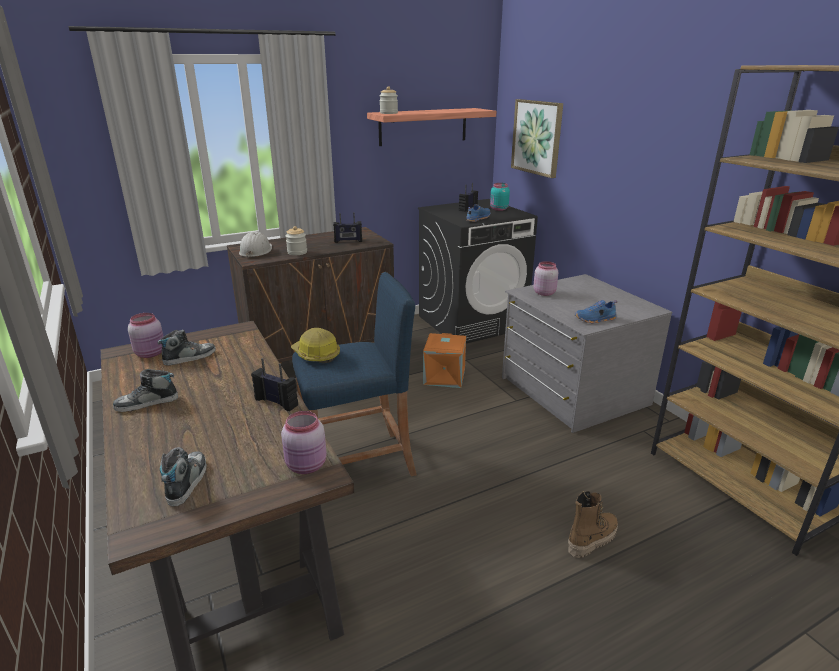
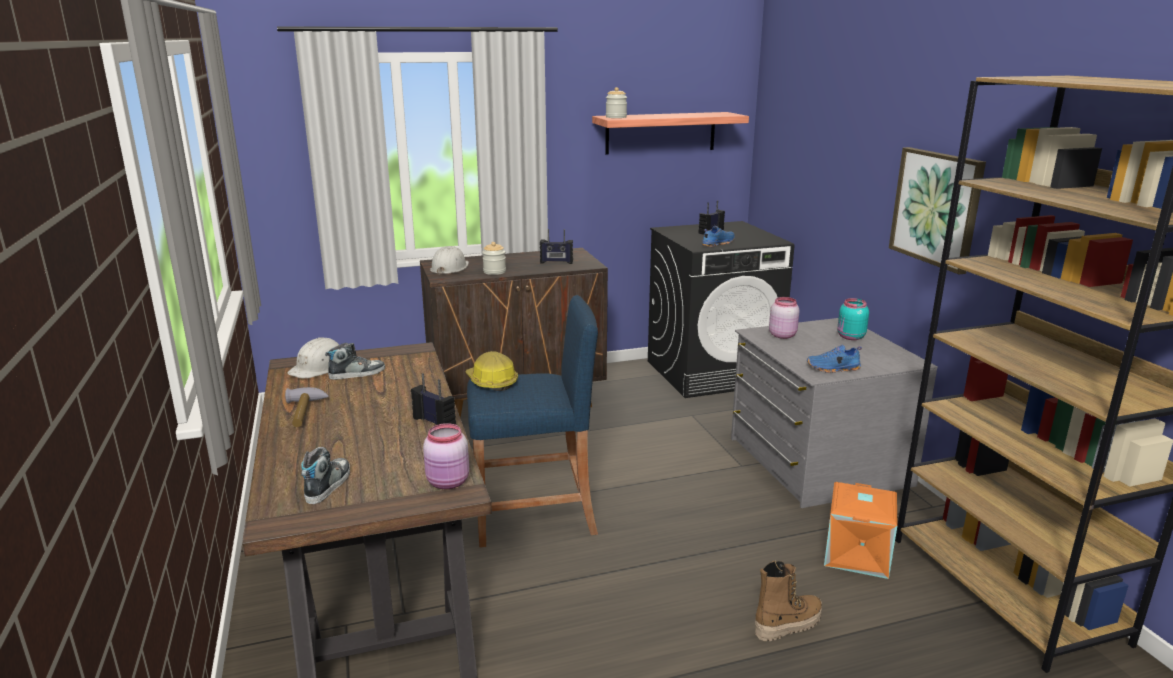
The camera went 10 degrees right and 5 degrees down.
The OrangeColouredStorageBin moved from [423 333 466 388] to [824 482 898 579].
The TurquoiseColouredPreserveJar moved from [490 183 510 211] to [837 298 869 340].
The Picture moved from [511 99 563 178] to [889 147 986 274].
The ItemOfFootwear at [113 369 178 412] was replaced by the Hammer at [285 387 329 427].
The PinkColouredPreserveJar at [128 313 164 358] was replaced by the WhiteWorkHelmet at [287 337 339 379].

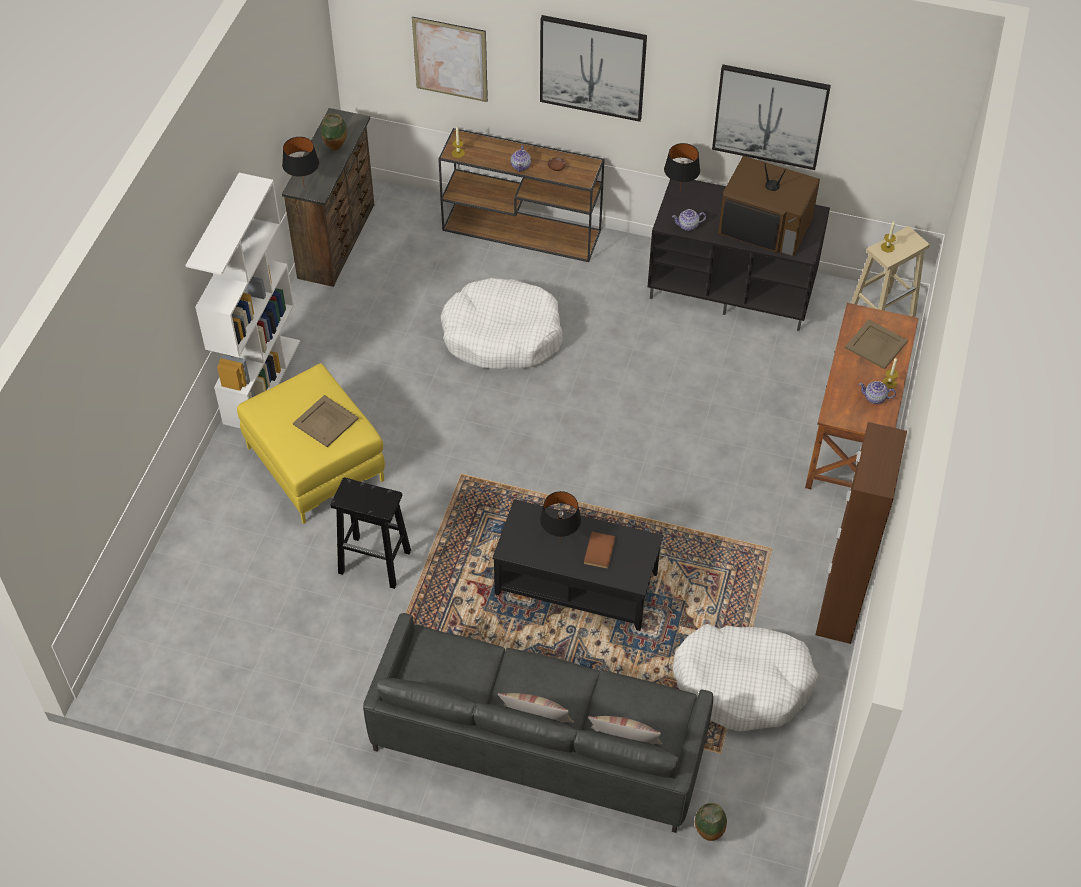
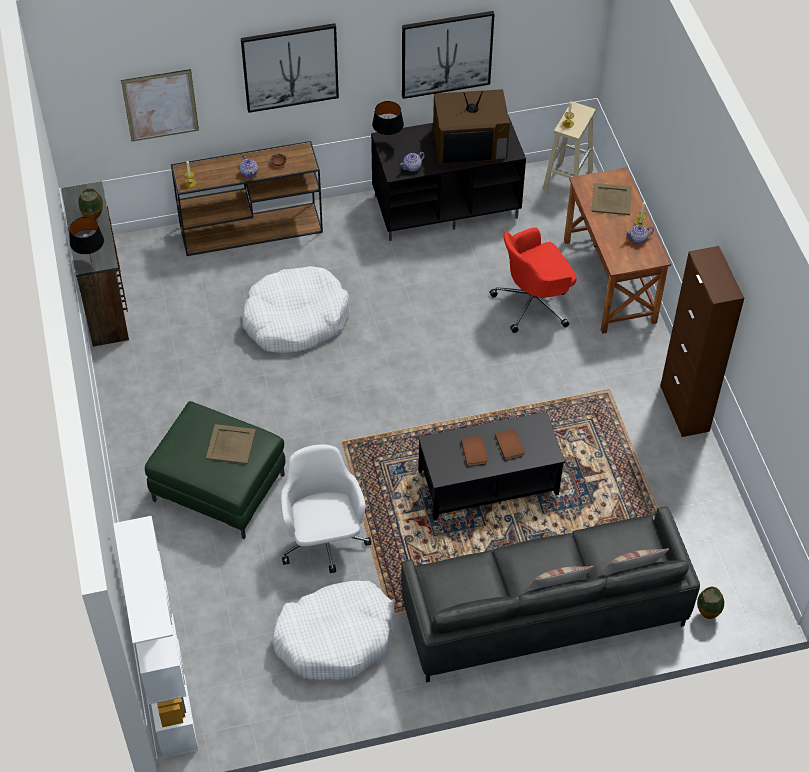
The camera went 30 degrees left and 0 degrees up.
The ReddishComputerChair at [489 228 577 333] appeared.
The WhiteShelvingUnit moved from [185 173 300 428] to [113 516 198 759].
The WhitePetBed moved from [673 624 818 731] to [272 581 395 680].
The BlackColouredStool at [331 477 411 589] was replaced by the WhiteComputerChair at [281 445 371 573].
The BlackColouredTabletopLamp at [540 491 581 537] was replaced by the BrownColouredBoundBook at [461 436 488 466].
The YellowColouredOttoman at [237 363 385 524] became the GreenColouredOttoman at [145 401 286 539].

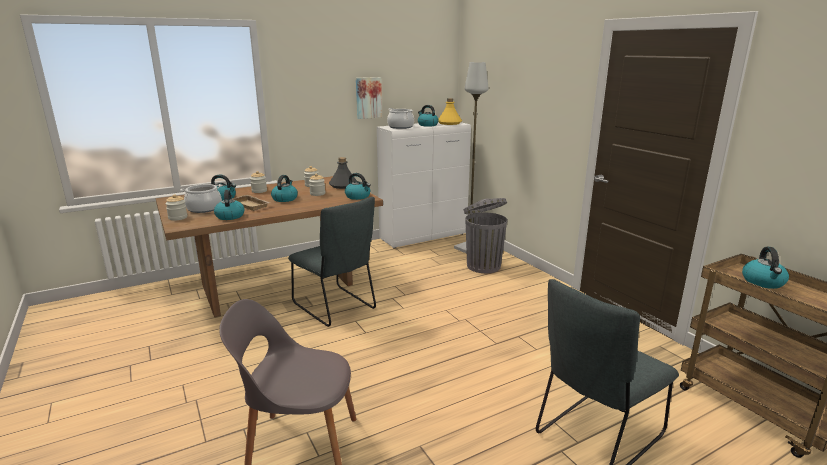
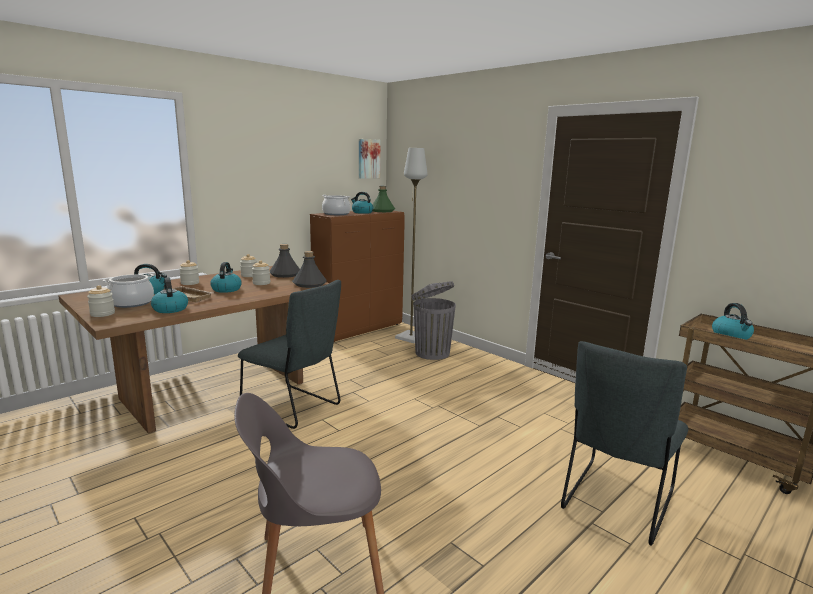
The camera went 15 degrees left and 5 degrees down.
The Picture moved from [356 77 382 119] to [359 139 380 179].
The Kettle at [345 173 371 200] was replaced by the GreyishBottle at [292 251 327 288].
The WhiteCupboard at [377 122 471 248] became the BrownColouredCupboard at [310 211 405 342].
The YellowColouredBottle at [438 98 462 125] became the GreenColouredBottle at [372 186 395 212].

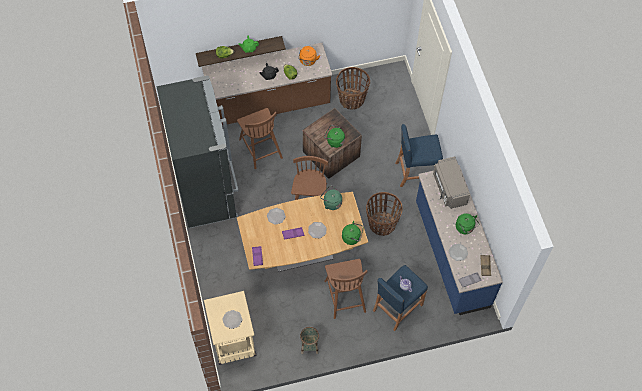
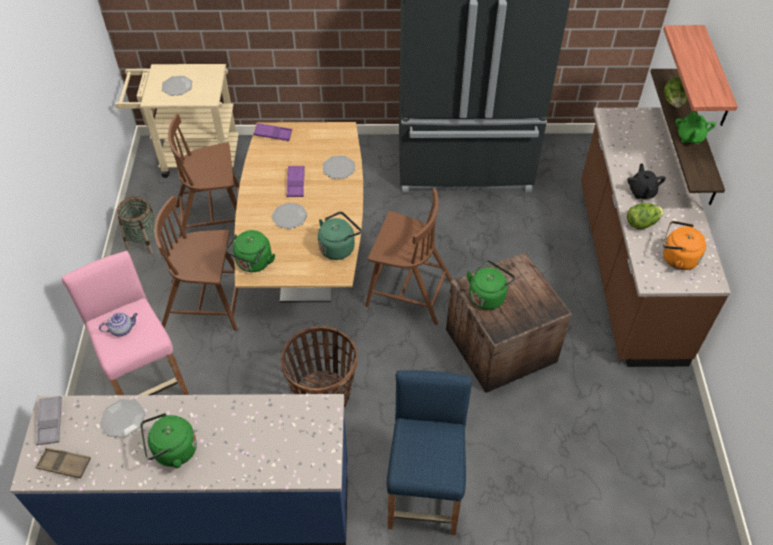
The camera went 105 degrees right and 10 degrees down.
The HouseholdBasket at [336 67 370 110] disappeared.
The GreyishMicrowaveOven at [433 156 470 209] disappeared.
The WallShelf at [663 25 738 126] appeared.
The BrownColouredPlainChair moved from [237 108 283 169] to [168 114 240 238].
The BlueStool at [373 265 428 331] became the PinkColouredStool at [61 251 189 395].

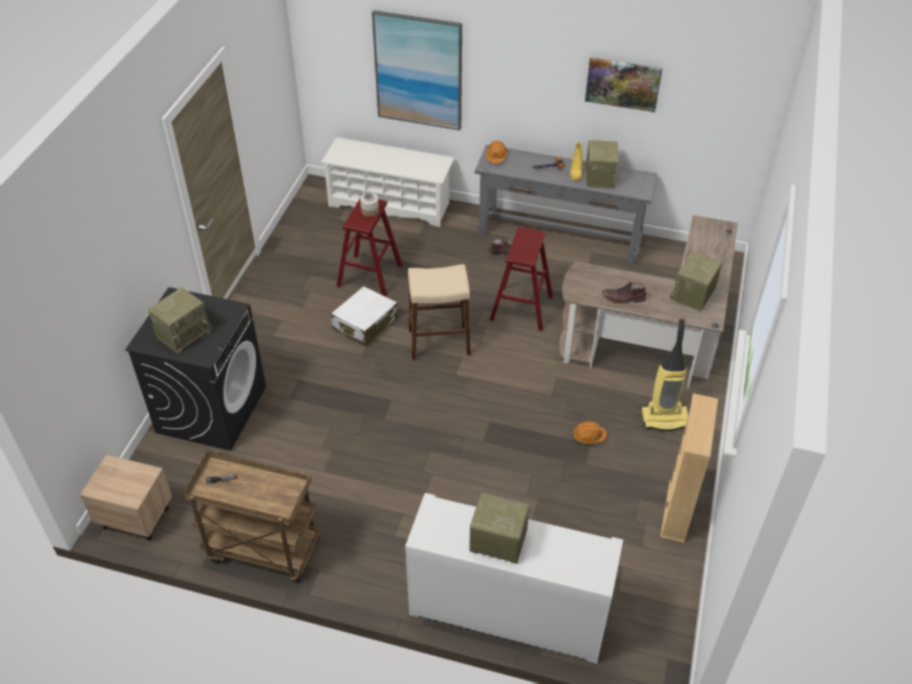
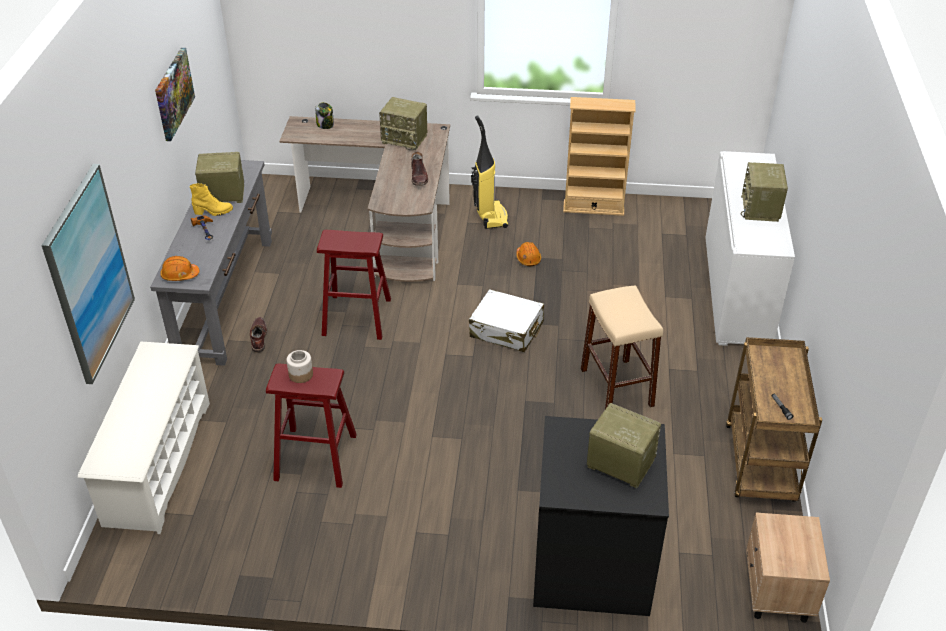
The camera went 100 degrees left and 5 degrees down.
The PreserveJar at [315 102 334 129] appeared.
The WhitePieceOfLuggage moved from [331 286 398 346] to [469 289 544 352].
The BeigeStool moved from [408 264 471 360] to [581 285 663 409].

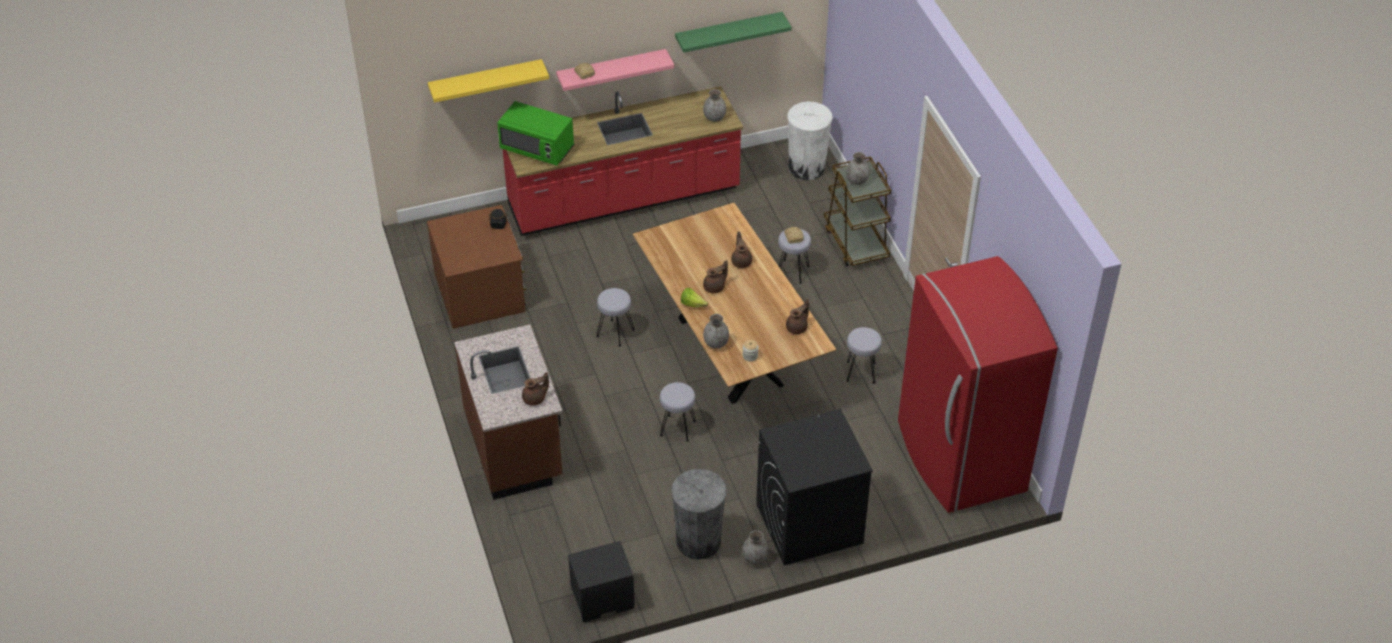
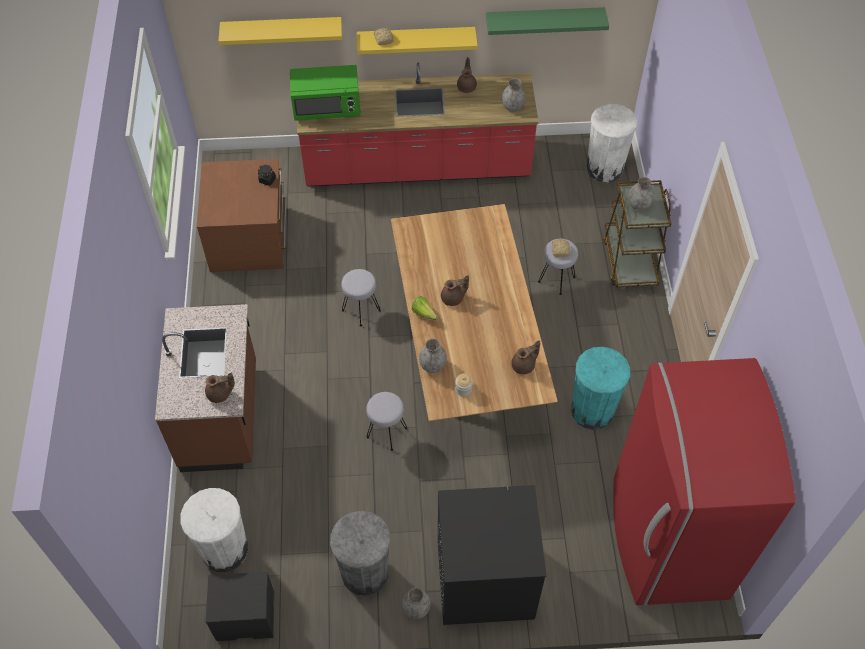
The camera went 15 degrees right and 10 degrees up.
The WhiteRubbishBin at [180 488 248 572] appeared.
The BrownColouredTeaPot moved from [731 231 752 268] to [457 57 477 93].
The GreyishStool at [846 327 882 384] was replaced by the TurquoiseColouredRubbishBin at [571 347 630 430].
The PinkColouredWallShelf at [556 49 674 91] became the YellowColouredWallShelf at [357 27 478 54].
The GreenColouredMicrowaveOven at [497 101 574 166] turned 45 degrees counterclockwise.

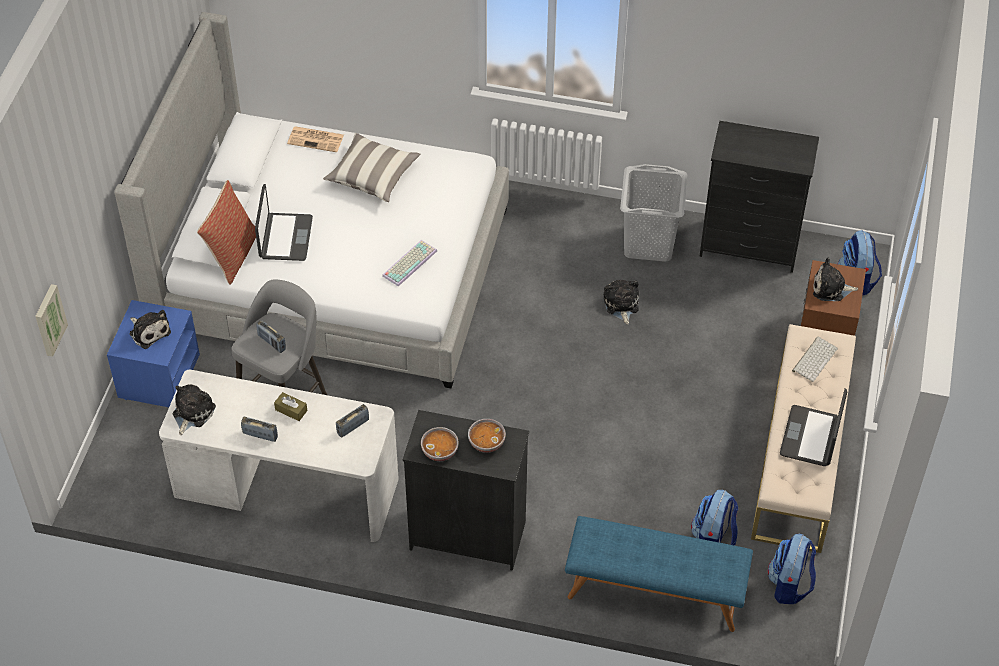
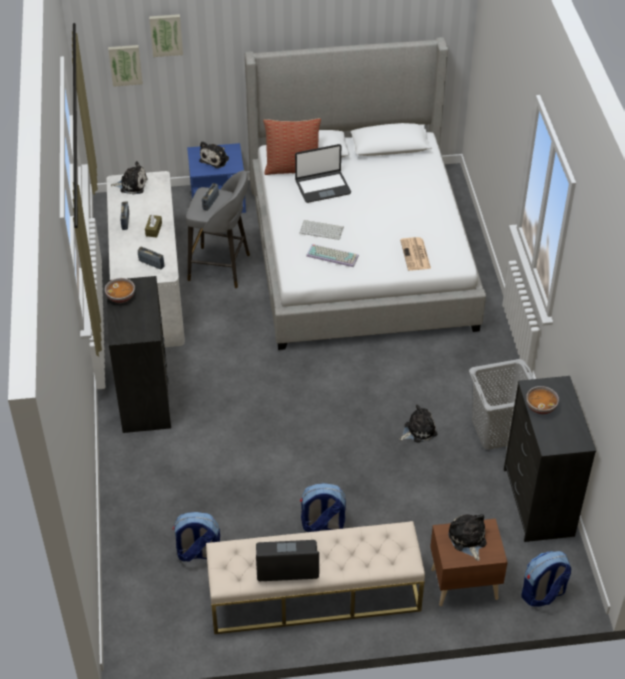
The camera went 70 degrees right and 5 degrees down.
The Cushion at [323 133 420 202] disappeared.
The BlueBench at [565 516 753 632] disappeared.
The Picture at [149 14 183 57] appeared.
The PrintedPaper moved from [287 126 344 152] to [400 237 431 270].
The DeepDish moved from [468 419 506 453] to [526 386 559 414].
The Backpack moved from [768 533 816 604] to [300 483 346 532].
The Keyboard moved from [792 337 838 382] to [300 220 344 240].

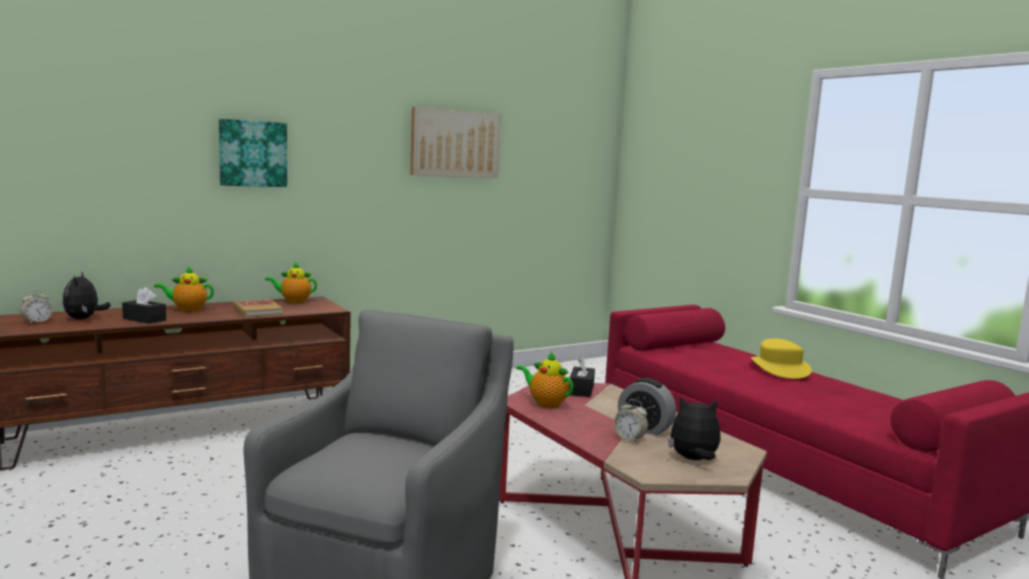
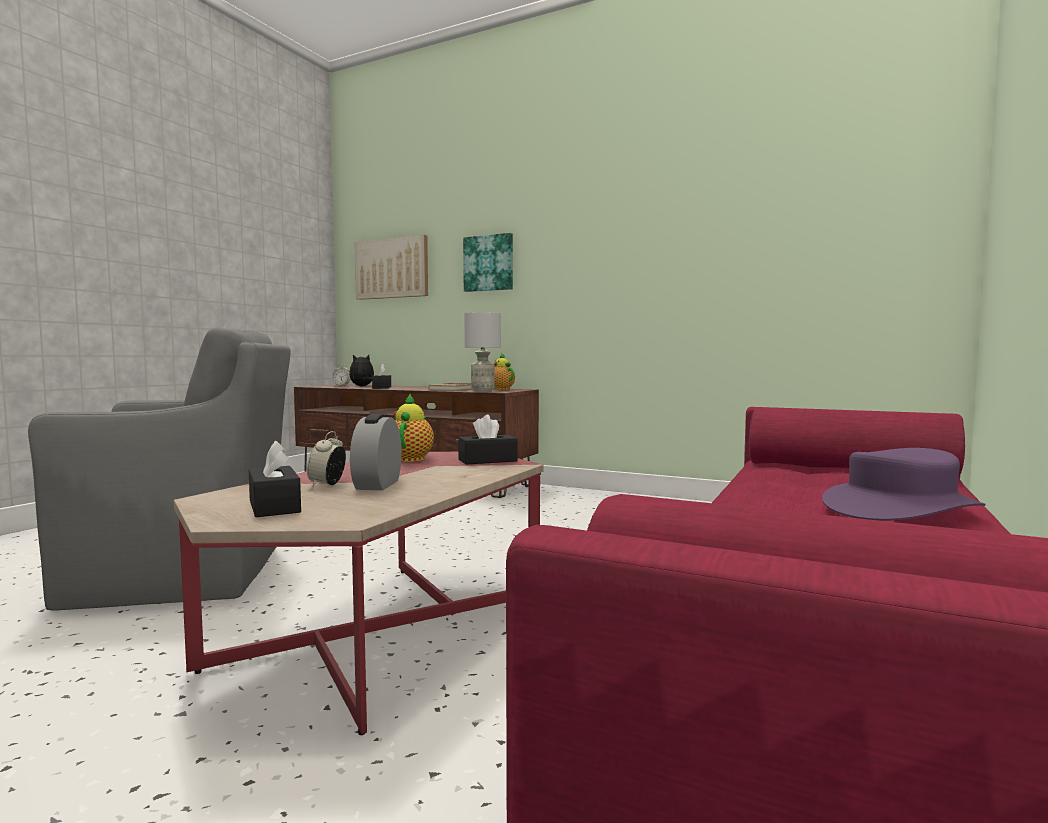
The camera went 60 degrees right and 5 degrees down.
The TeaPot at [154 266 214 312] disappeared.
The GreyishTabletopLamp at [464 312 501 392] appeared.
The Picture moved from [410 107 501 178] to [355 235 428 300].
The SoftToy at [668 397 721 460] was replaced by the BlackColouredBoxOfTissues at [249 440 301 517].
The YellowColouredHat at [751 338 812 379] became the PurpleColouredHat at [822 448 986 521].

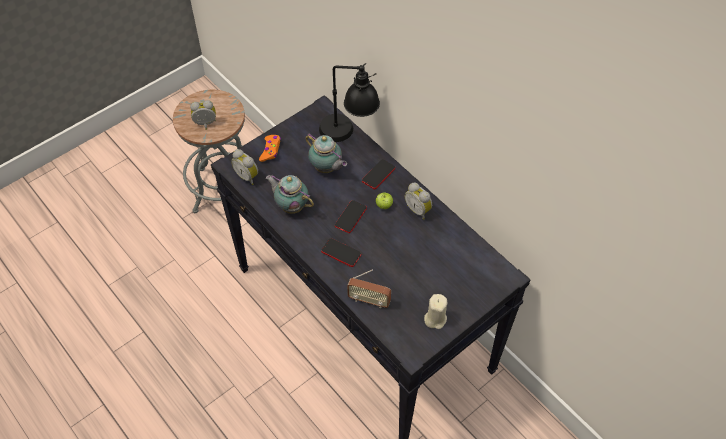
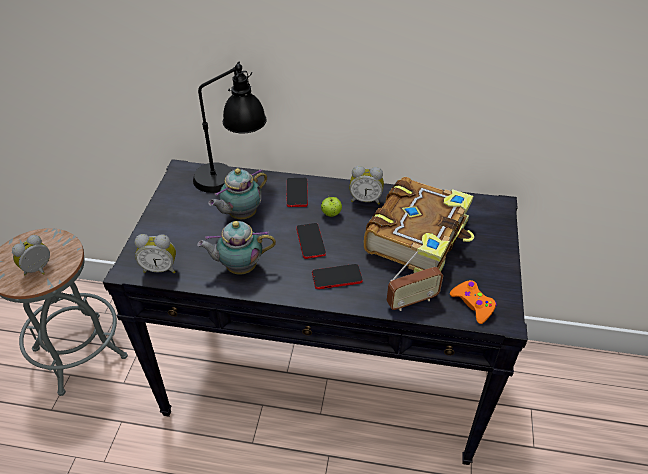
The camera went 40 degrees left and 10 degrees down.
The BeigeWaxCandle at [424 294 447 329] disappeared.
The BoundBook at [364 177 474 273] appeared.
The OrangeColouredGameController moved from [259 135 281 162] to [450 280 497 324].
The TeaPot at [305 133 347 173] turned 135 degrees clockwise.

